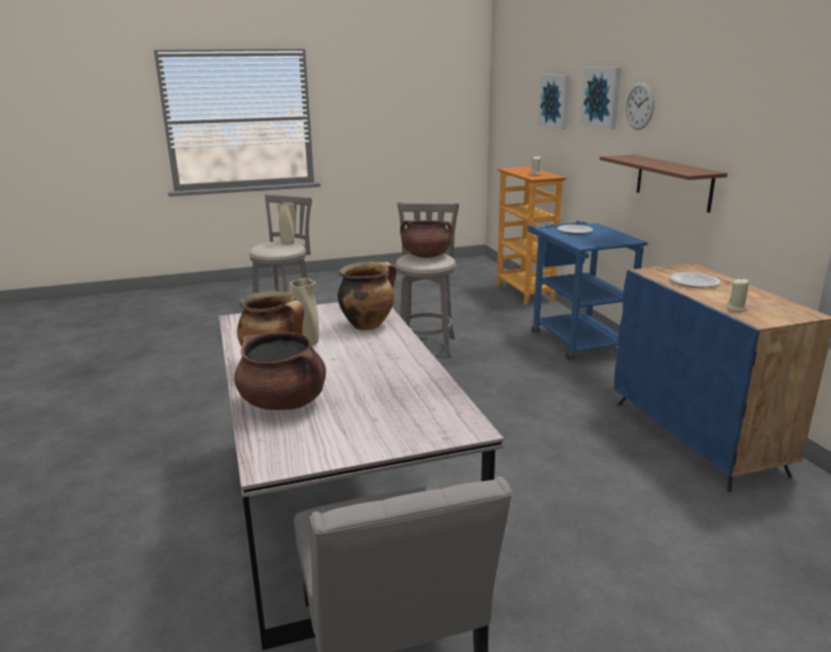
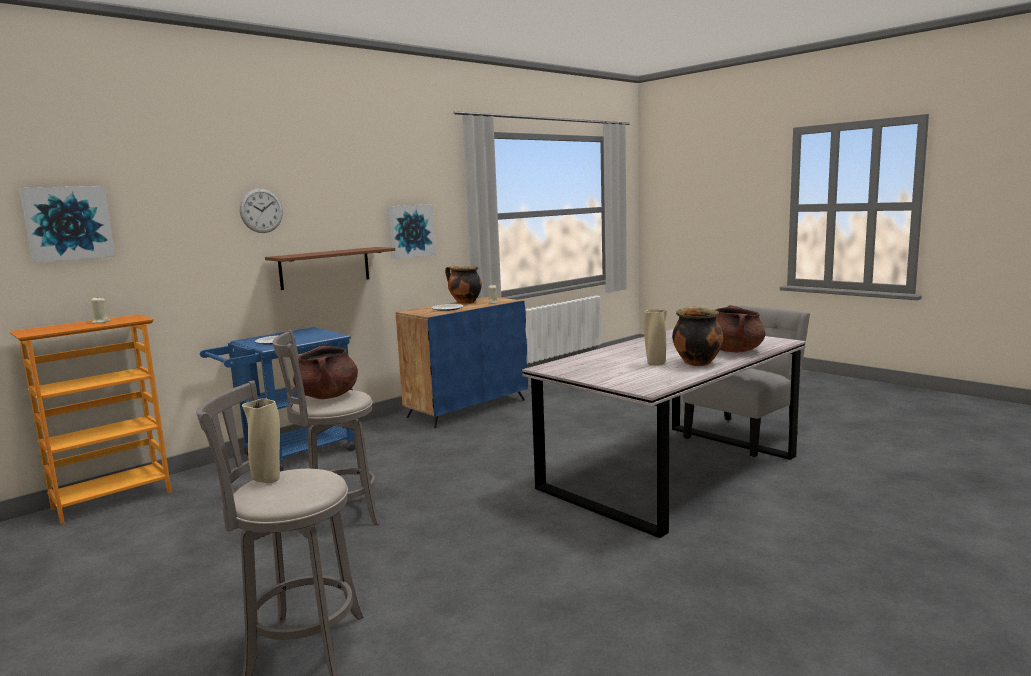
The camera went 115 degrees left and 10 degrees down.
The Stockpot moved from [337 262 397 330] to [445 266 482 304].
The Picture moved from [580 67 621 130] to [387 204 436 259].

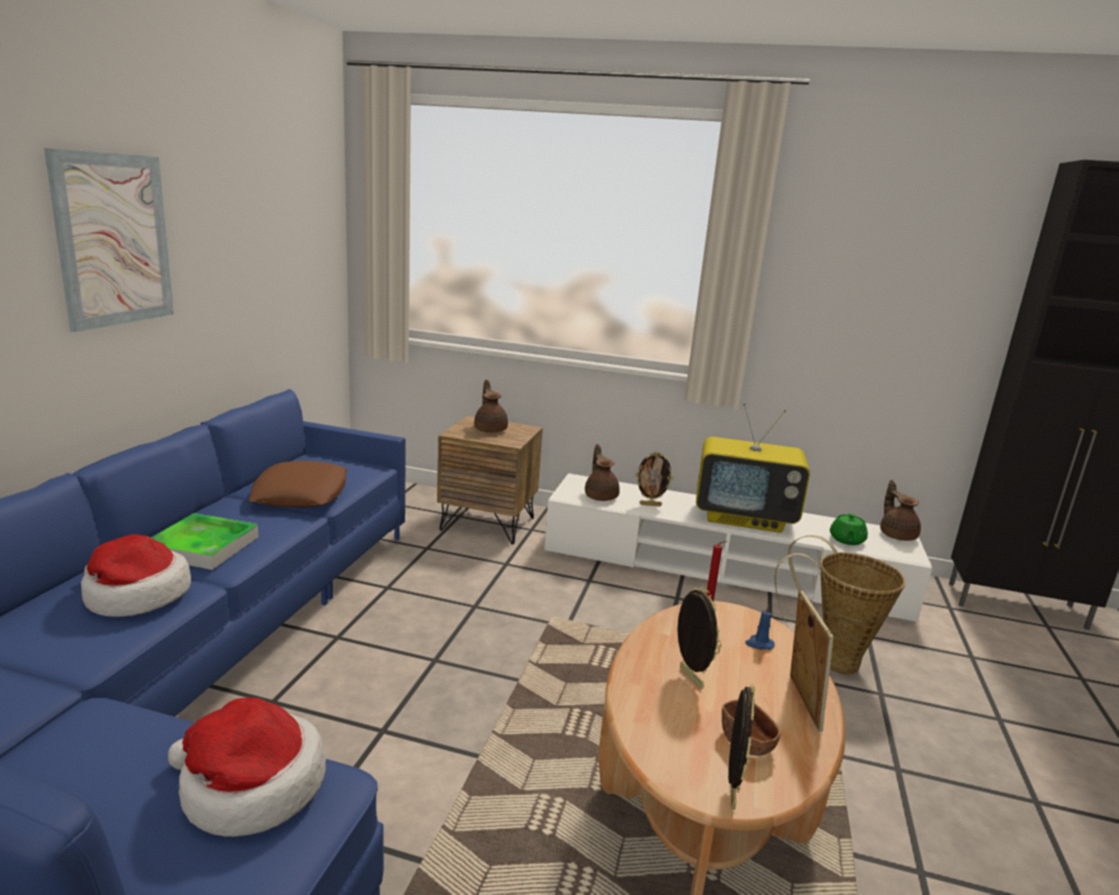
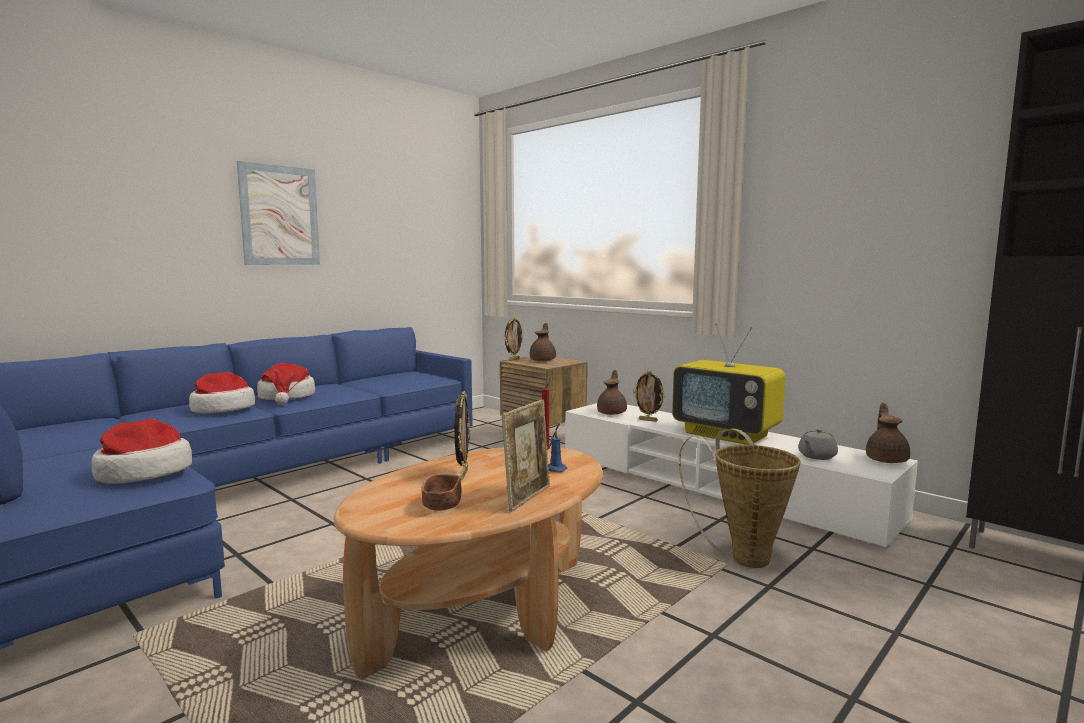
The camera went 30 degrees right and 10 degrees down.
The BrownColouredCushion at [248 461 347 508] disappeared.
The PhotoFrame moved from [728 684 755 810] to [505 317 524 361].
The CarryingTray at [152 513 259 570] was replaced by the Hat at [257 363 315 405].
The GreenColouredTeaPot at [830 514 868 545] became the GreyishTeaPot at [798 428 838 460].

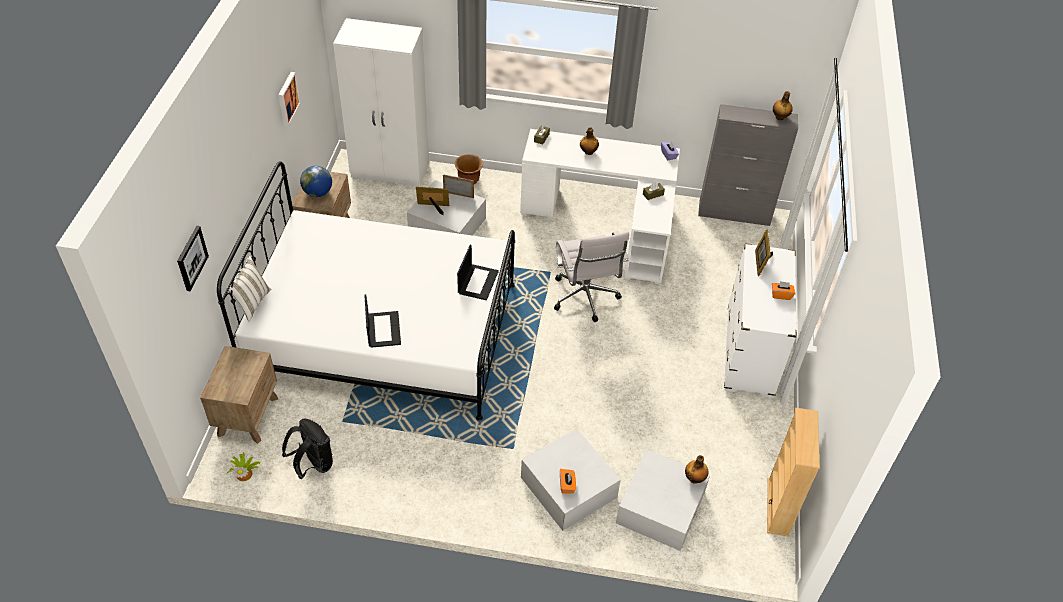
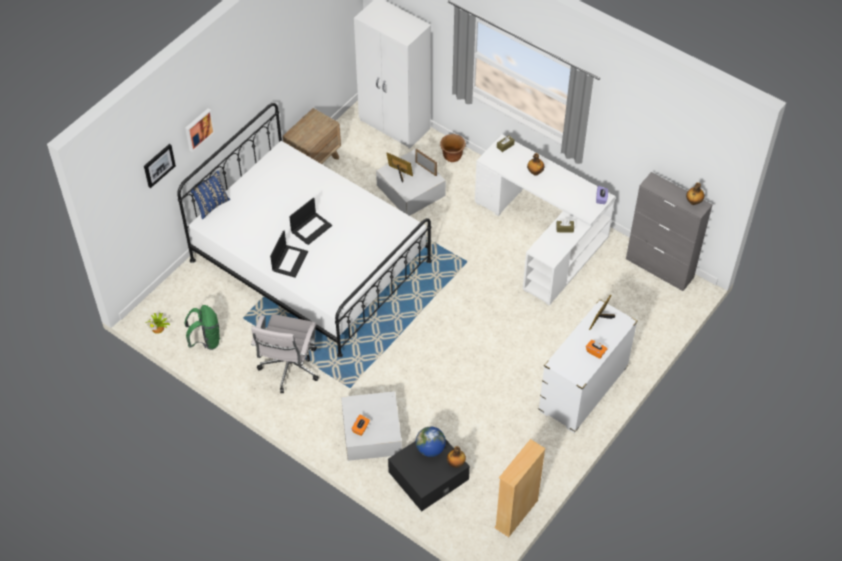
The camera went 30 degrees right and 5 degrees up.
The BrownColouredNightstand at [200 346 278 444] disappeared.
The Picture moved from [278 72 300 126] to [185 108 215 152].
The DeskGlobe moved from [300 166 332 197] to [416 427 446 457].
The Laptop moved from [457 245 499 300] to [289 198 332 245].
The WhiteComputerChair moved from [554 231 629 322] to [251 314 319 393].
The WhiteCushion at [226 256 271 322] became the BlueCushion at [191 170 231 219].
The BlackColouredBackpack at [282 419 333 479] became the GreenColouredBackpack at [185 305 220 350].
The WhiteStorageBin at [616 449 710 551] became the BlackColouredStorageBin at [388 440 470 511].

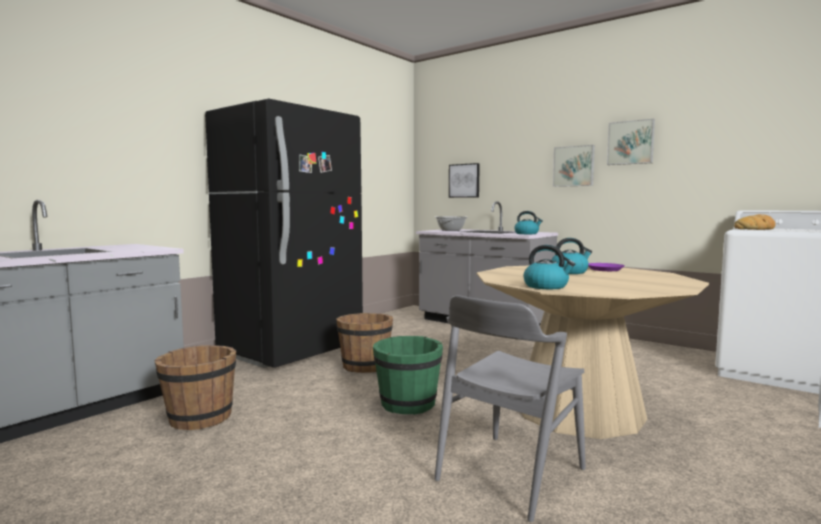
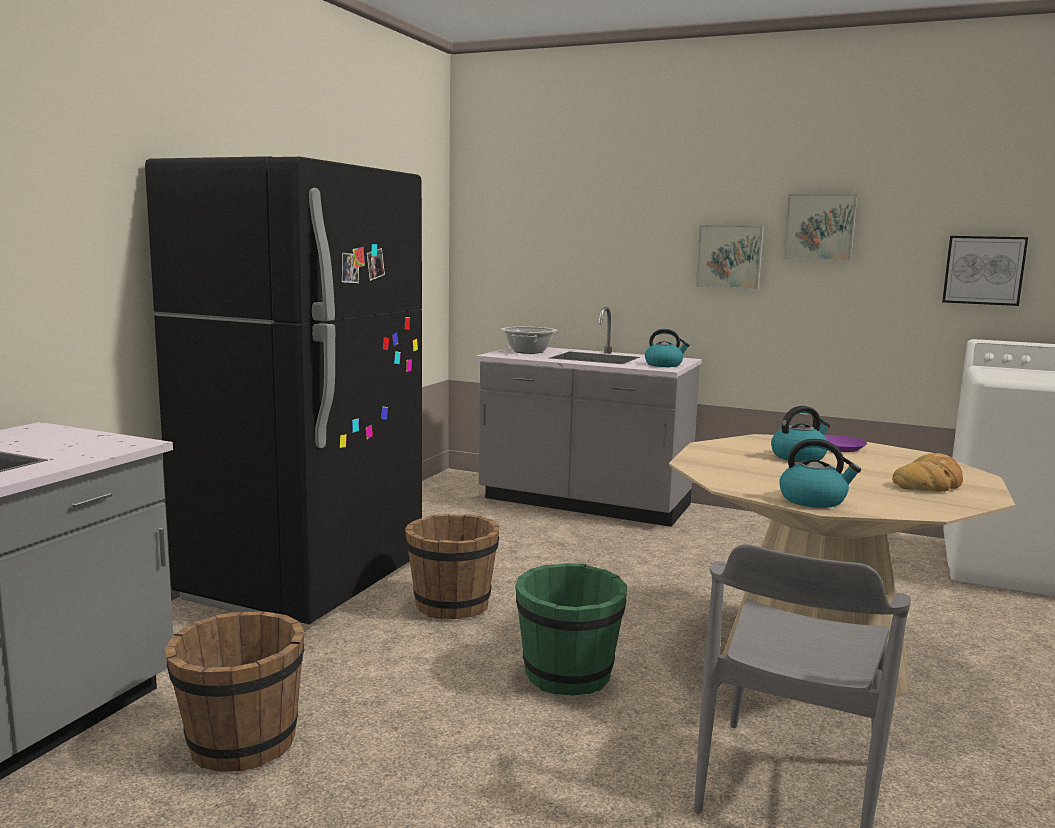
The camera went 15 degrees left and 5 degrees up.
The Picture moved from [449 163 480 198] to [942 236 1028 306].
The Bread moved from [734 214 776 230] to [892 453 963 492].

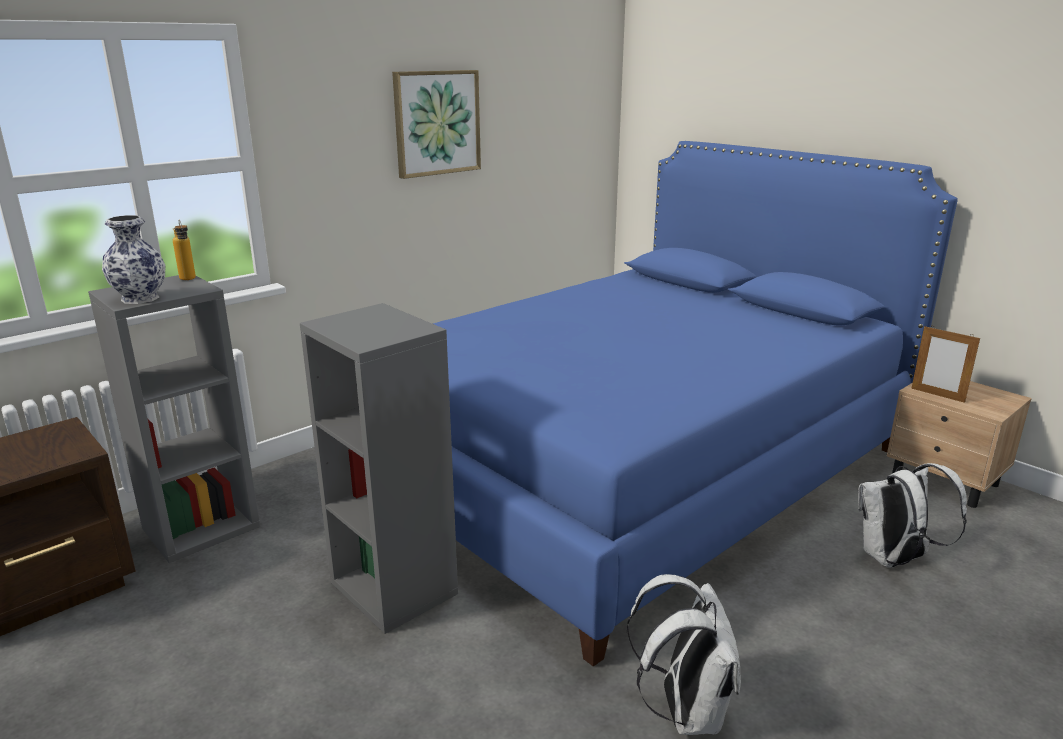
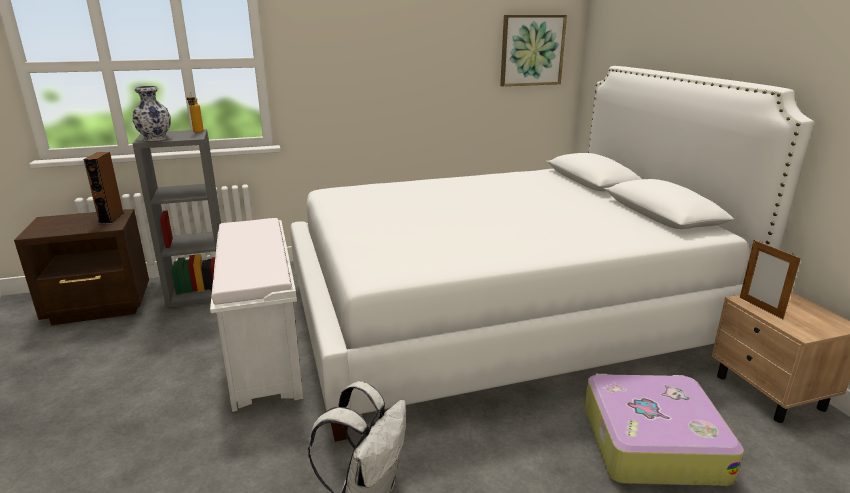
The camera went 25 degrees right and 0 degrees up.
The BrownColouredLoudspeaker at [83 152 124 224] appeared.
The Picture moved from [392 70 481 179] to [500 15 567 86].
The GreyishShelvingUnit at [300 303 458 634] was replaced by the WhiteBench at [210 218 303 412].
The WhiteBackpack at [858 463 967 568] was replaced by the PieceOfLuggage at [585 374 744 486].
The BlueBedroomBed at [433 141 958 667] became the WhiteBedroomBed at [290 66 814 442].

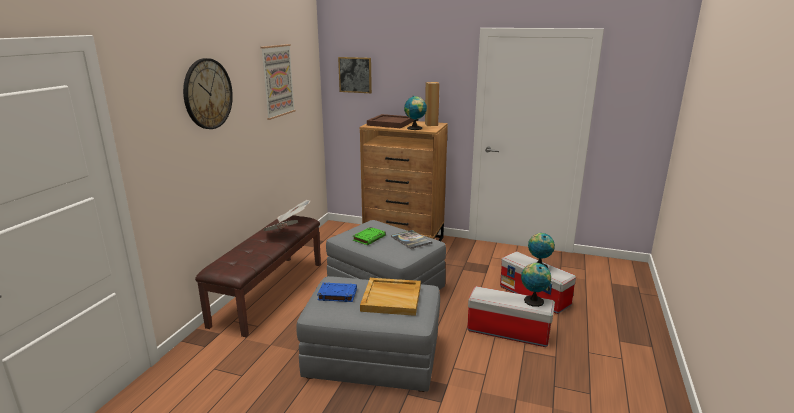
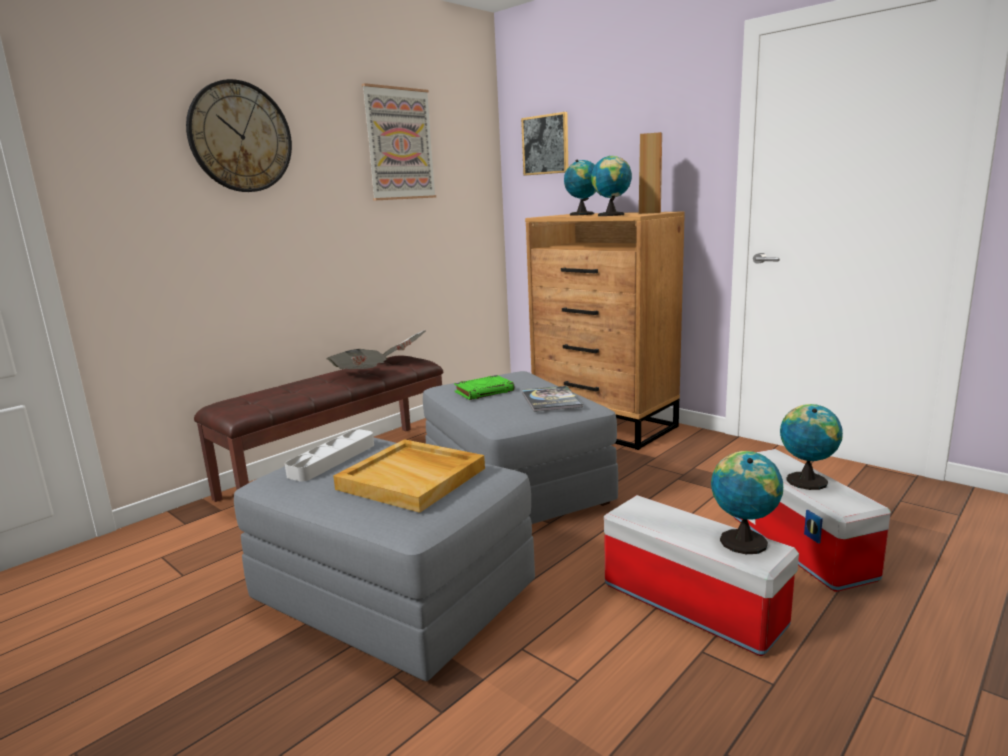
The camera went 25 degrees right and 5 degrees down.
The BlueBoundBook at [317 282 357 302] was replaced by the GreyishCarryingTray at [285 429 374 481].
The BrownColouredCarryingTray at [367 114 414 128] was replaced by the DeskGlobe at [564 160 596 216].

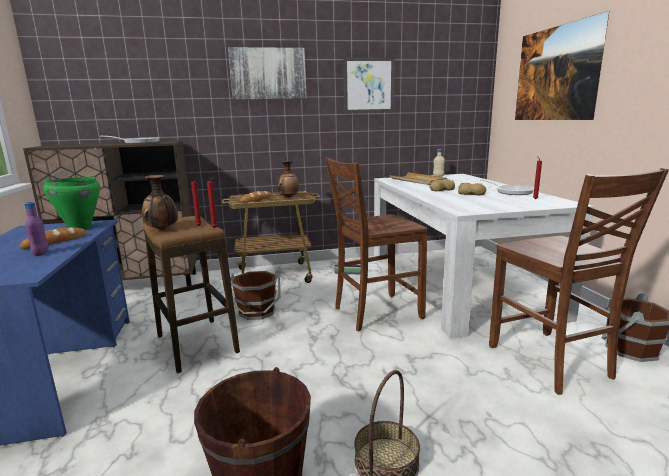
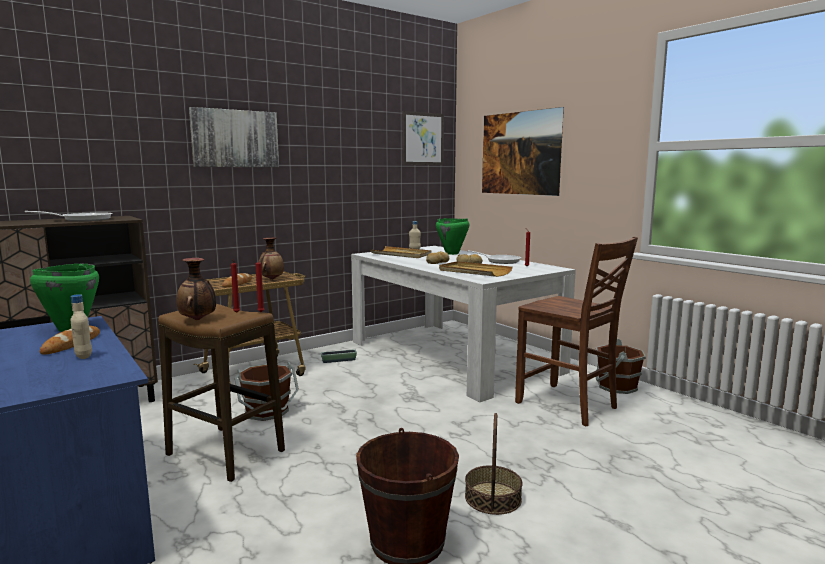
The camera went 25 degrees left and 5 degrees down.
The BrownColouredPlainChair at [325 157 428 331] disappeared.
The GreenColouredStockpot at [436 218 469 255] appeared.
The BeigeCarryingTray at [439 261 513 277] appeared.
The Picture moved from [343 57 395 113] to [402 111 444 165].
The PurpleColouredBottle at [24 202 49 256] became the BeigeBottle at [71 294 92 359].

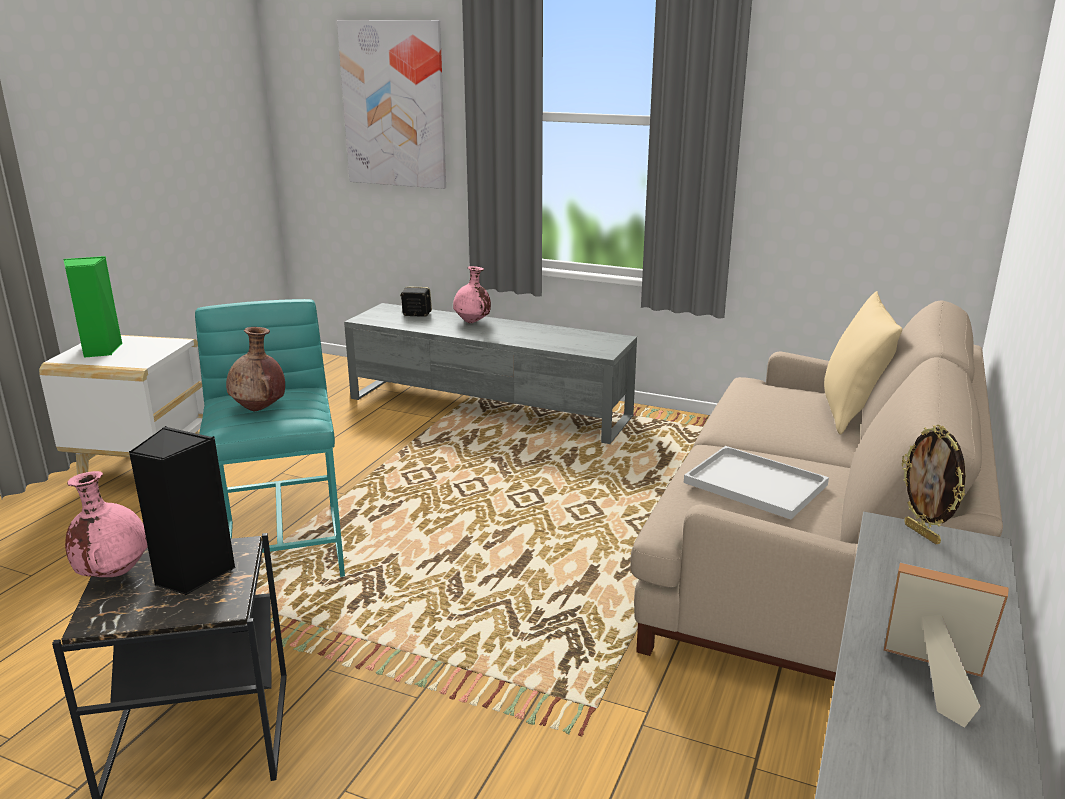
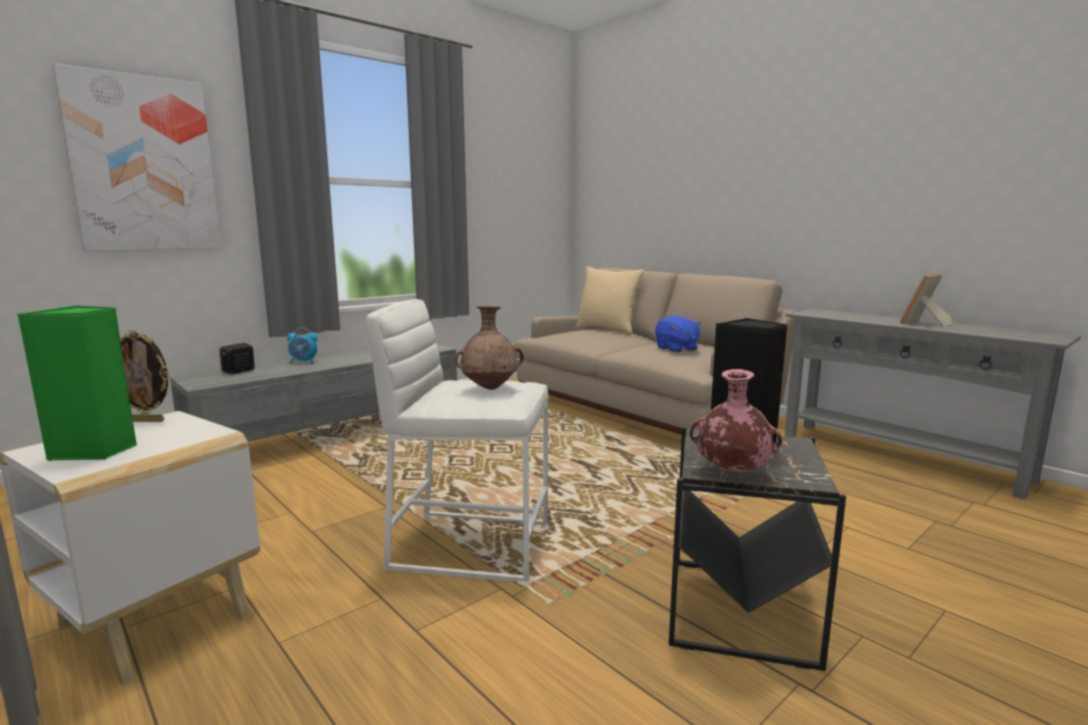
The camera went 65 degrees left and 10 degrees down.
The PhotoFrame moved from [902 425 966 544] to [120 330 170 422].
The PinkColouredDecorativeVase at [453 266 491 323] was replaced by the AlarmClock at [287 327 318 363].
The WhiteCarryingTray at [684 446 829 519] was replaced by the BlueSoftToy at [655 316 702 353].
The TurquoiseColouredStool at [195 299 345 577] became the WhiteStool at [367 299 548 582].

